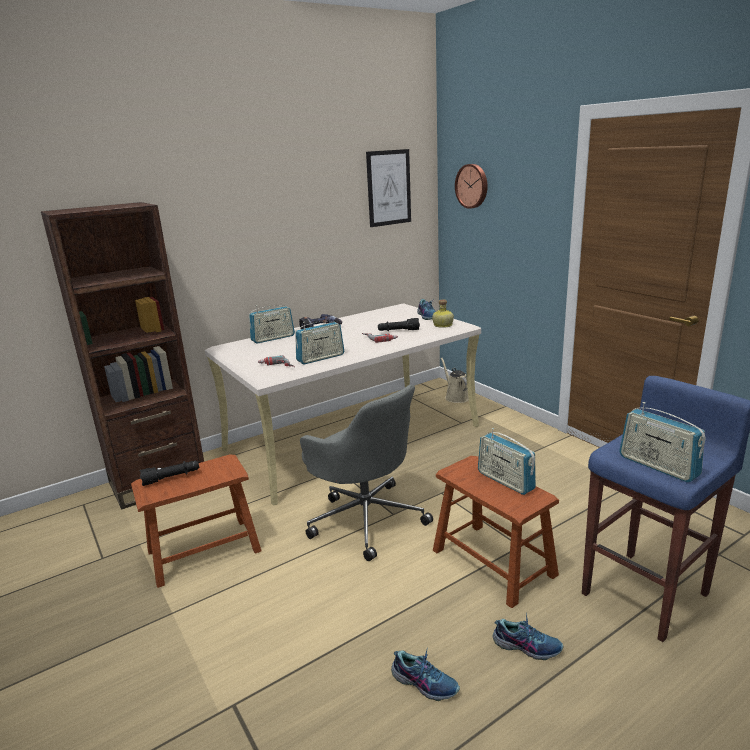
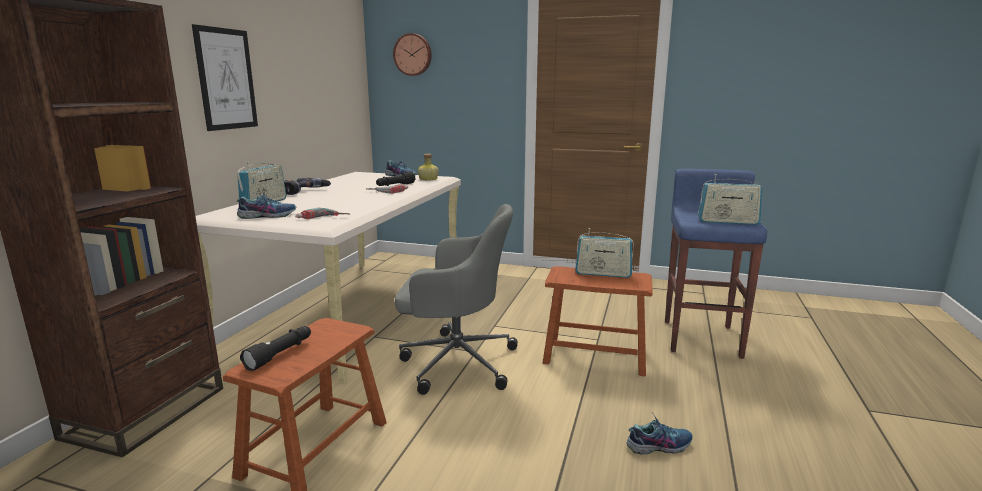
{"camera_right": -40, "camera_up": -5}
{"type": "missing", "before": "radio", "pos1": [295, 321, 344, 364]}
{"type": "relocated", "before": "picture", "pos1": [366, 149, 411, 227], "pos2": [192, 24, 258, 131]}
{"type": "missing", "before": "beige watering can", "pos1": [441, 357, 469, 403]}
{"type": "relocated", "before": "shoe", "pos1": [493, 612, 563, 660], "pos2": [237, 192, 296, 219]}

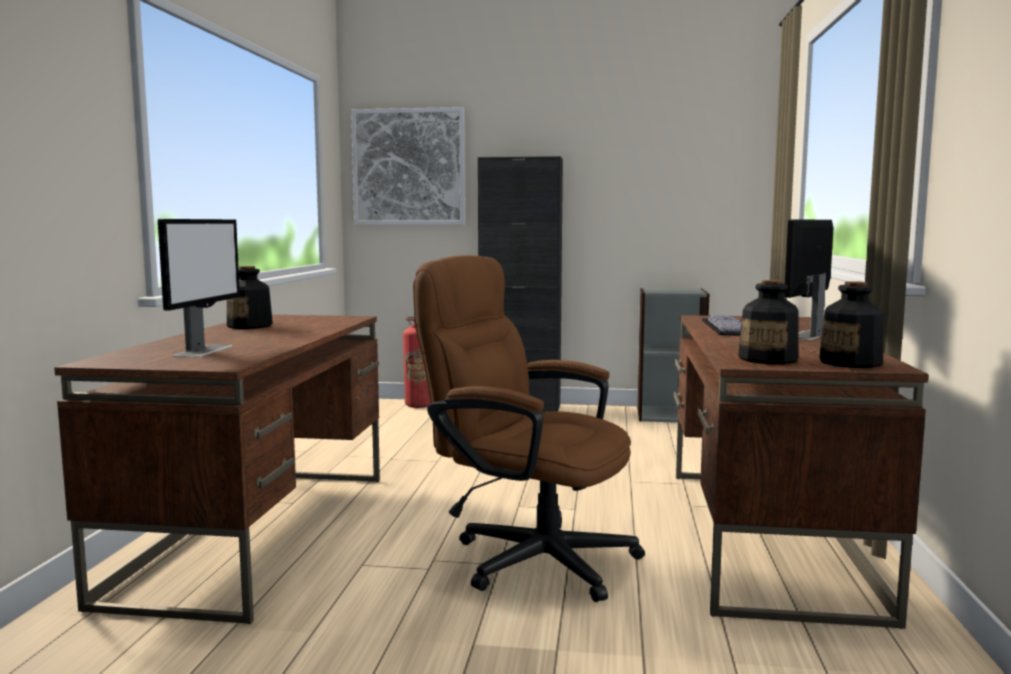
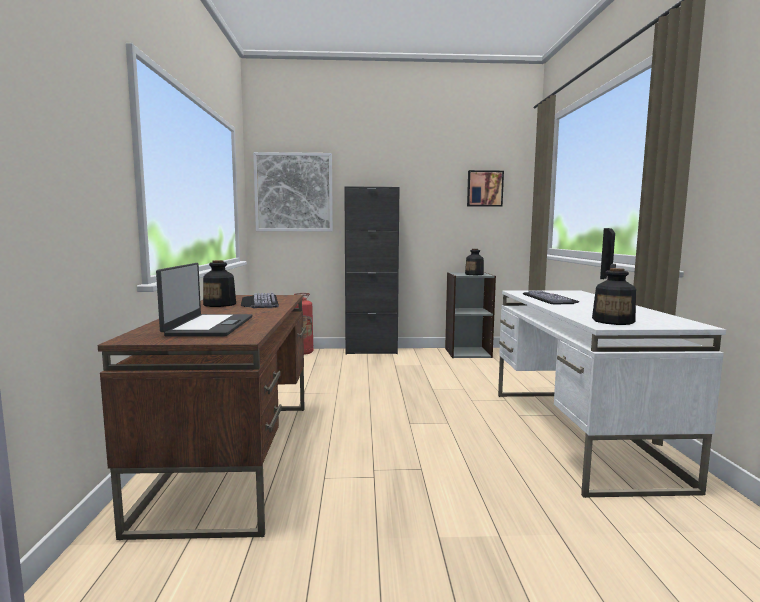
{"camera_right": -10, "camera_up": 0}
{"type": "exchanged", "before": "monitor", "after": "laptop", "pos1": [158, 219, 240, 358], "pos2": [156, 263, 252, 336]}
{"type": "missing", "before": "brown office chair", "pos1": [413, 255, 645, 602]}
{"type": "colour", "before": "brown desk", "after": "white desk", "pos1": [674, 315, 929, 629], "pos2": [498, 291, 726, 498]}
{"type": "relocated", "before": "bottle", "pos1": [819, 281, 884, 368], "pos2": [465, 249, 484, 275]}
{"type": "appeared", "after": "keyboard", "pos2": [241, 293, 279, 308]}
{"type": "appeared", "after": "picture", "pos2": [467, 170, 504, 207]}

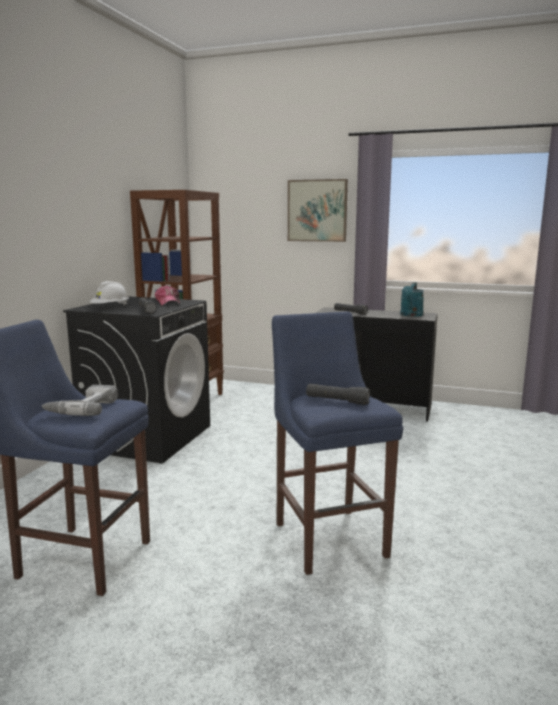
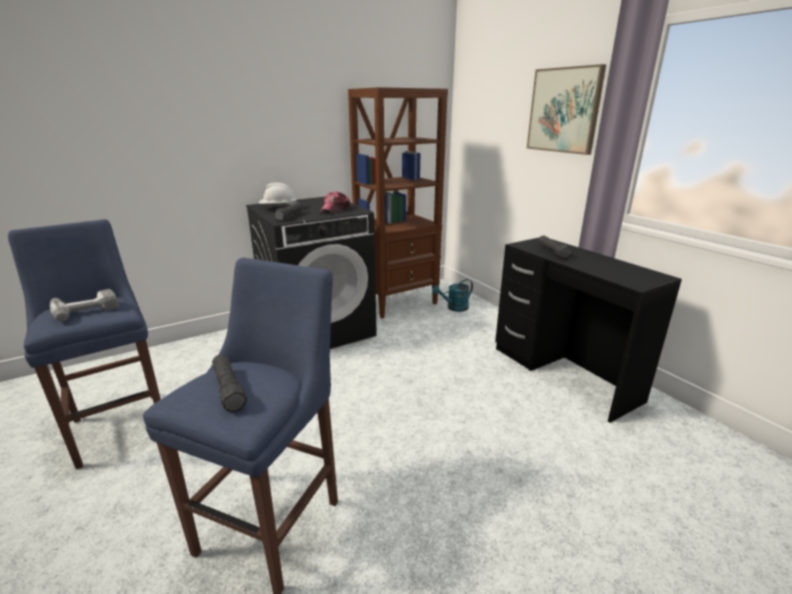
{"camera_right": 40, "camera_up": 10}
{"type": "relocated", "before": "turquoise watering can", "pos1": [400, 282, 424, 317], "pos2": [432, 279, 473, 312]}

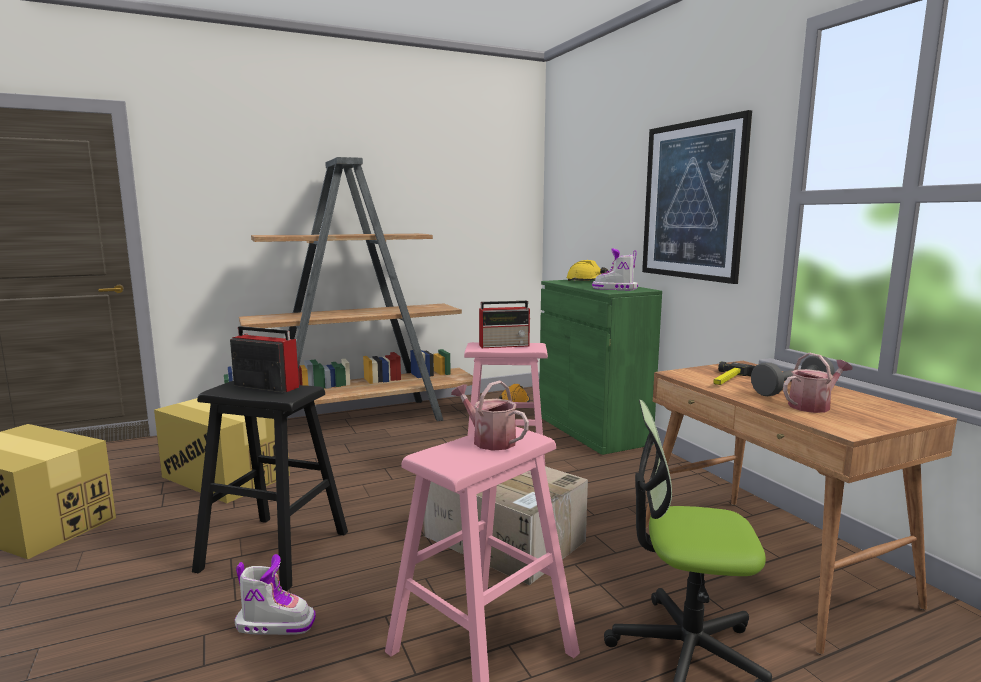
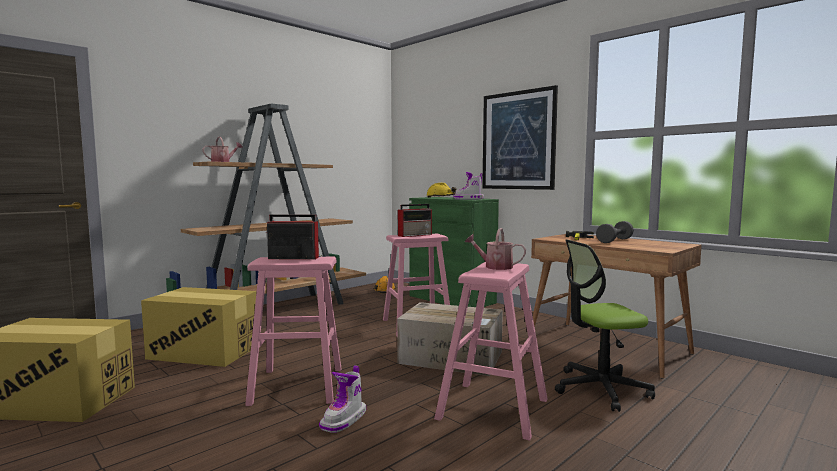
{"camera_right": -20, "camera_up": -5}
{"type": "colour", "before": "black stool", "after": "pink stool", "pos1": [192, 381, 348, 591], "pos2": [245, 256, 342, 406]}
{"type": "spun", "before": "boot", "pos1": [235, 554, 315, 635], "pos2": [319, 365, 366, 433], "turn": 135}
{"type": "relocated", "before": "watering can", "pos1": [783, 353, 852, 413], "pos2": [203, 137, 243, 162]}

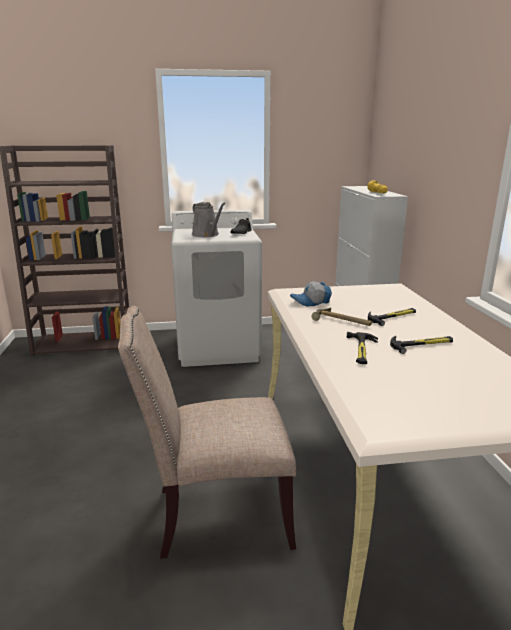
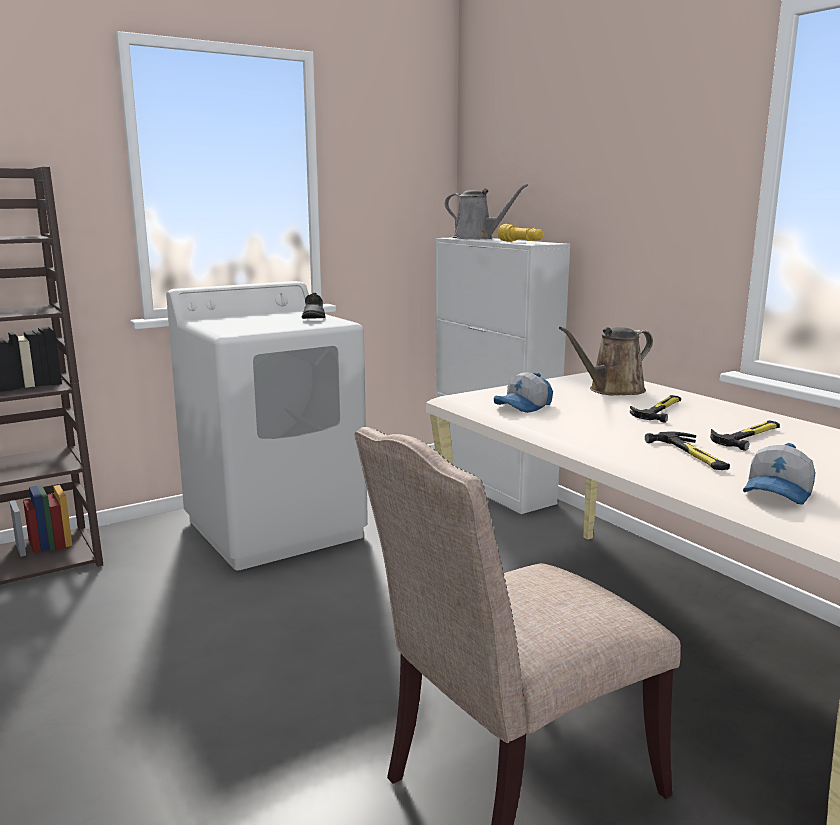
{"camera_right": -25, "camera_up": -5}
{"type": "relocated", "before": "grey watering can", "pos1": [192, 202, 225, 237], "pos2": [445, 184, 528, 239]}
{"type": "missing", "before": "hammer", "pos1": [311, 308, 372, 326]}
{"type": "appeared", "after": "brown watering can", "pos2": [559, 326, 653, 396]}
{"type": "appeared", "after": "cap", "pos2": [743, 443, 815, 505]}

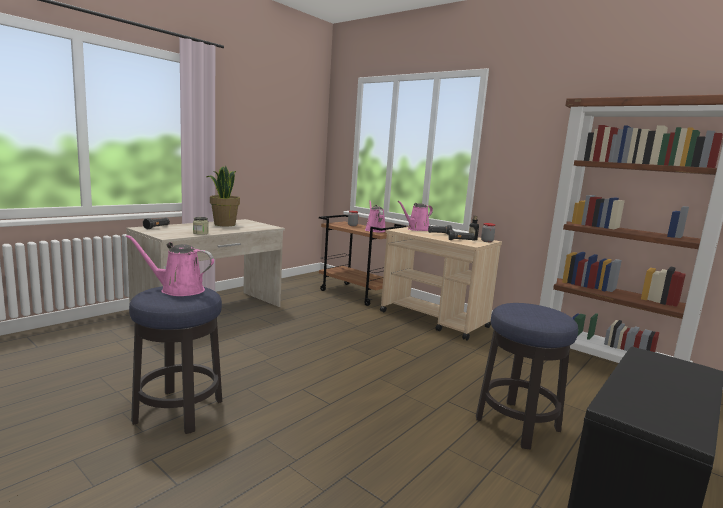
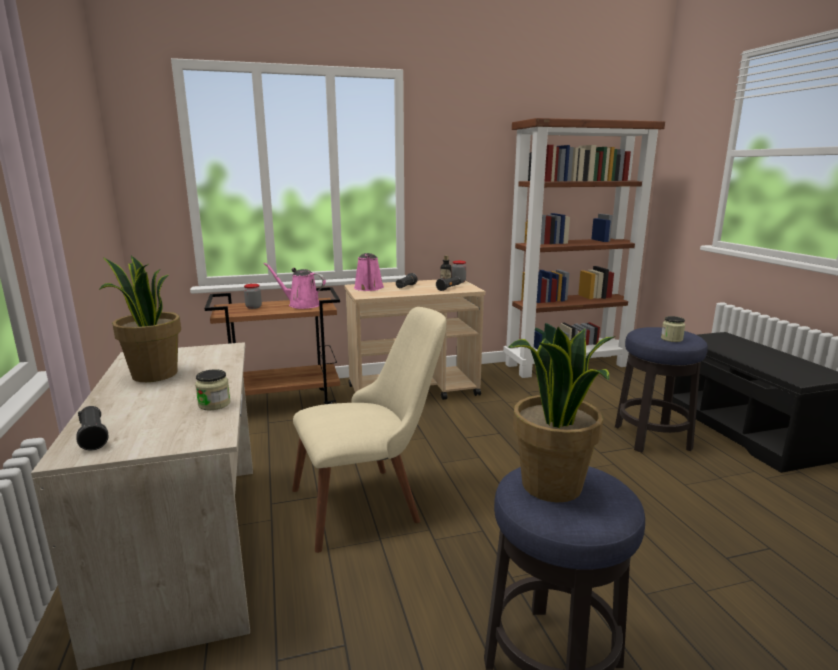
{"camera_right": -55, "camera_up": 5}
{"type": "exchanged", "before": "pink watering can", "after": "potted plant", "pos1": [126, 235, 214, 296], "pos2": [508, 327, 616, 502]}
{"type": "appeared", "after": "beige chair", "pos2": [292, 307, 446, 553]}
{"type": "appeared", "after": "jar", "pos2": [661, 316, 685, 342]}

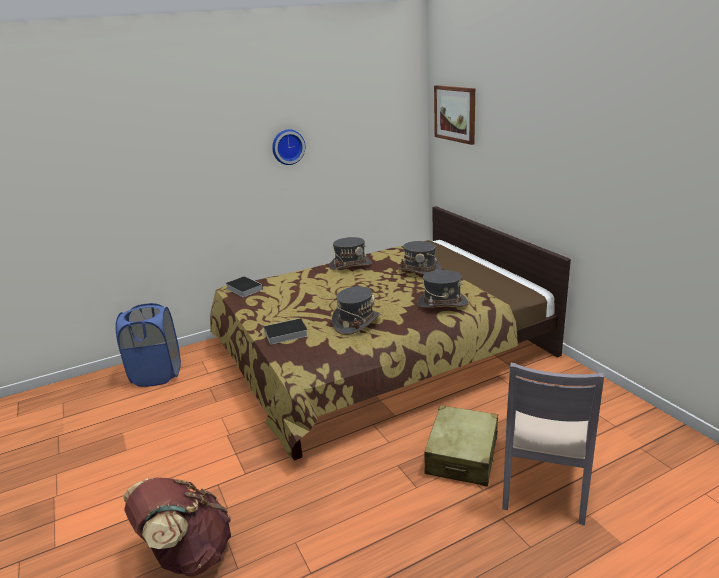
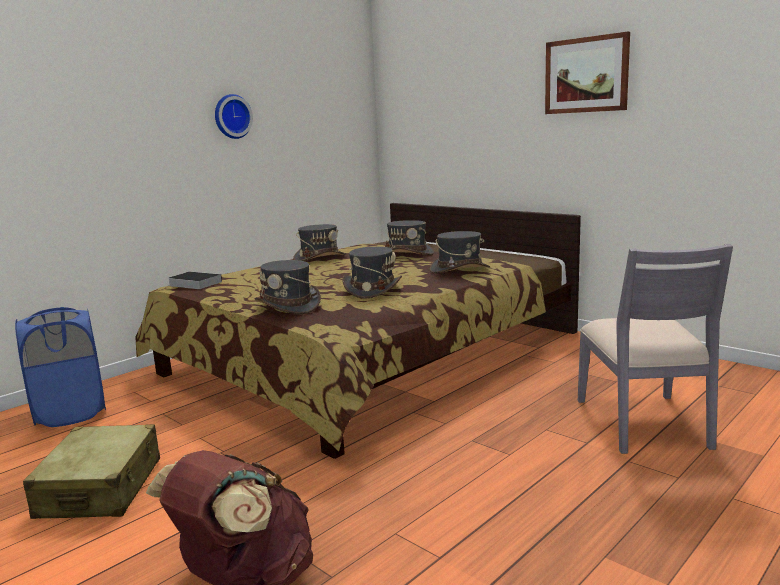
{"camera_right": -20, "camera_up": -10}
{"type": "exchanged", "before": "book", "after": "grey hat", "pos1": [258, 318, 308, 345], "pos2": [255, 260, 321, 314]}
{"type": "relocated", "before": "beige suitcase", "pos1": [424, 405, 498, 487], "pos2": [23, 424, 160, 519]}
{"type": "relocated", "before": "picture", "pos1": [434, 85, 475, 145], "pos2": [545, 31, 630, 114]}

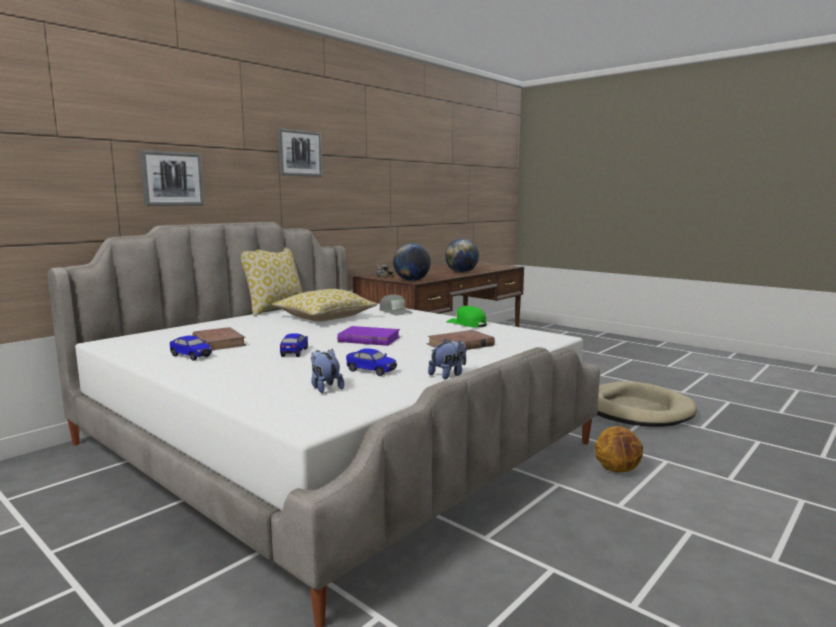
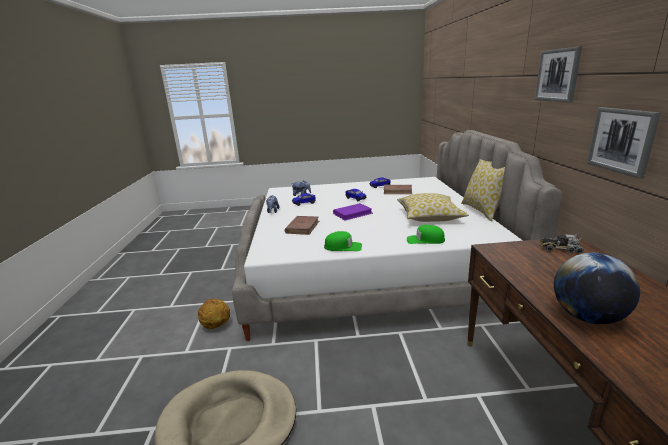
{"camera_right": 135, "camera_up": 10}
{"type": "relocated", "before": "picture", "pos1": [140, 150, 204, 206], "pos2": [587, 107, 661, 179]}
{"type": "colour", "before": "grey cap", "after": "green cap", "pos1": [380, 294, 413, 316], "pos2": [407, 225, 445, 244]}
{"type": "missing", "before": "globe", "pos1": [393, 243, 431, 281]}

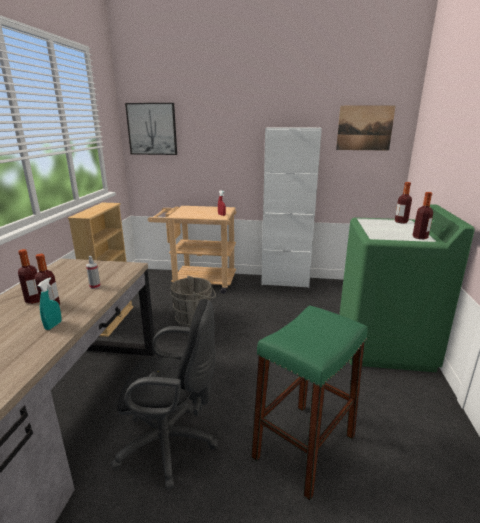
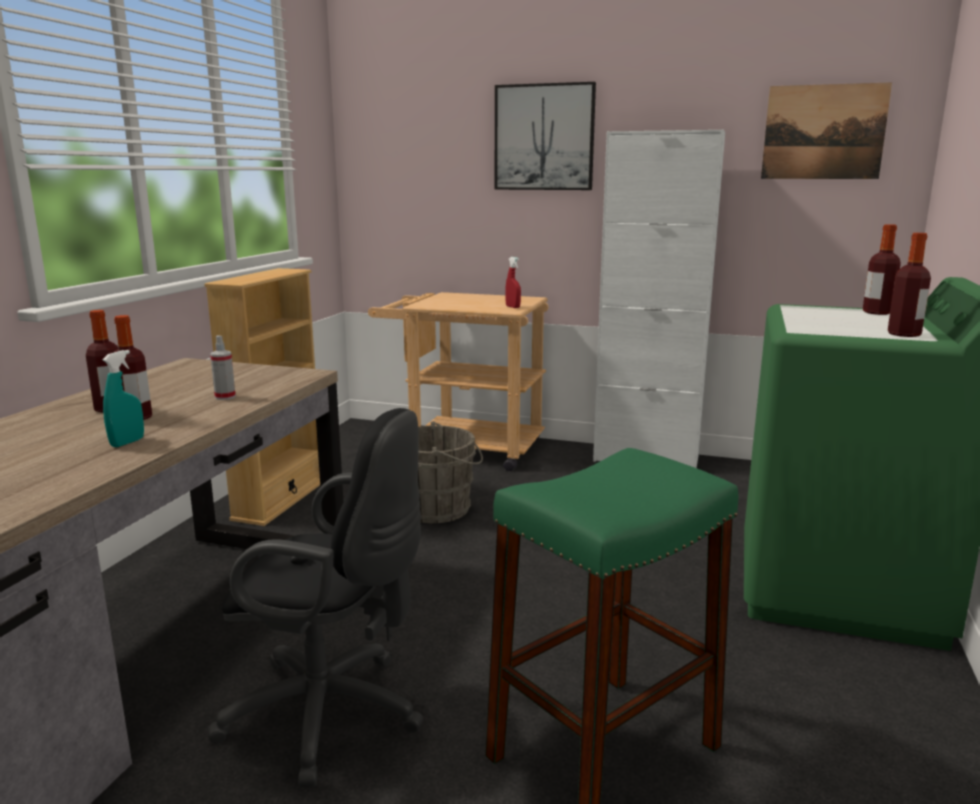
{"camera_right": 10, "camera_up": -5}
{"type": "relocated", "before": "picture", "pos1": [125, 103, 177, 155], "pos2": [495, 82, 596, 190]}

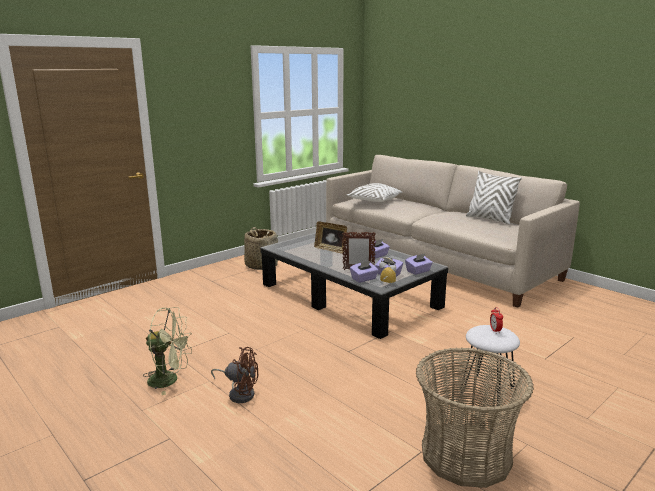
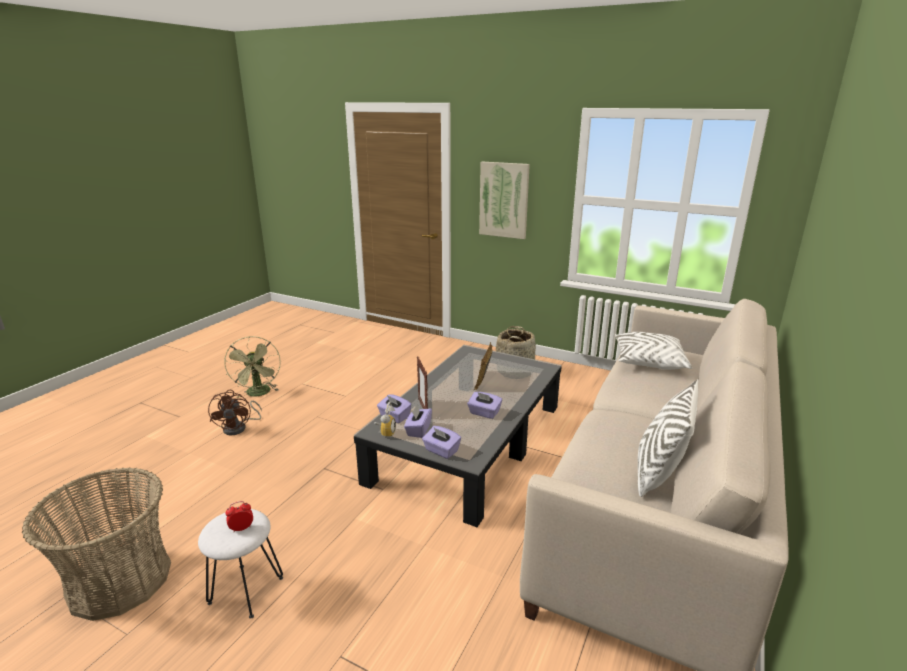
{"camera_right": 70, "camera_up": 5}
{"type": "appeared", "after": "picture", "pos2": [479, 162, 530, 239]}

